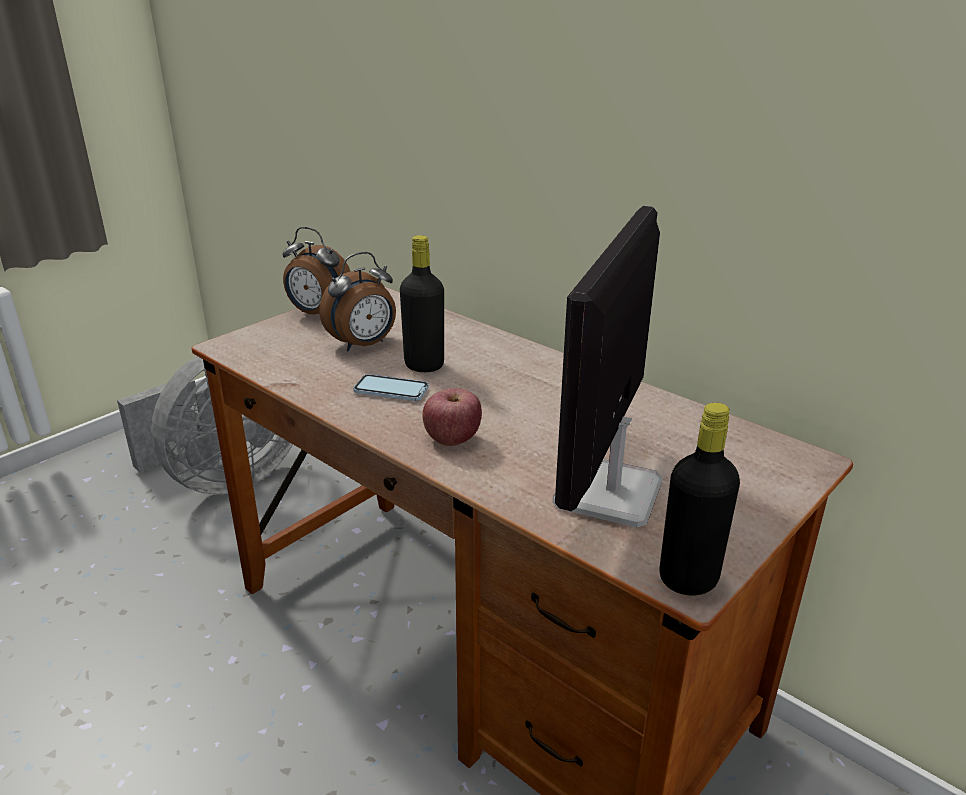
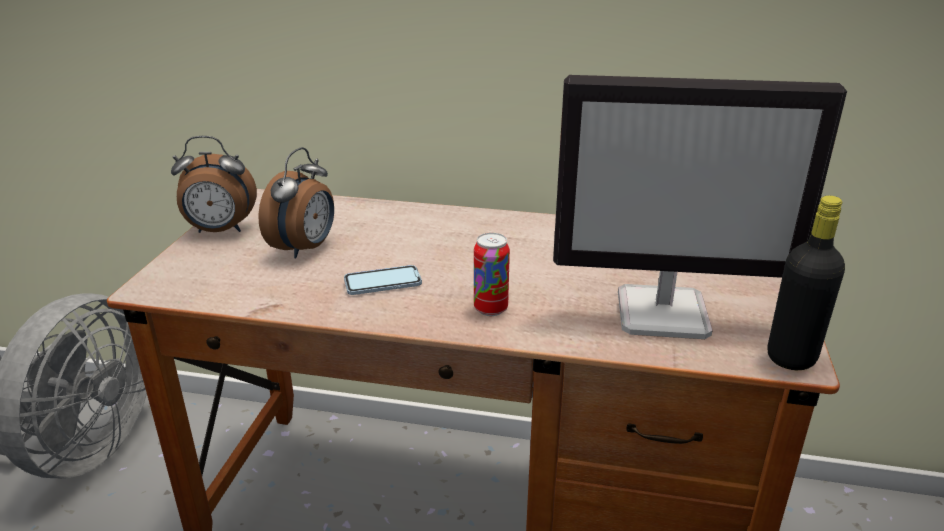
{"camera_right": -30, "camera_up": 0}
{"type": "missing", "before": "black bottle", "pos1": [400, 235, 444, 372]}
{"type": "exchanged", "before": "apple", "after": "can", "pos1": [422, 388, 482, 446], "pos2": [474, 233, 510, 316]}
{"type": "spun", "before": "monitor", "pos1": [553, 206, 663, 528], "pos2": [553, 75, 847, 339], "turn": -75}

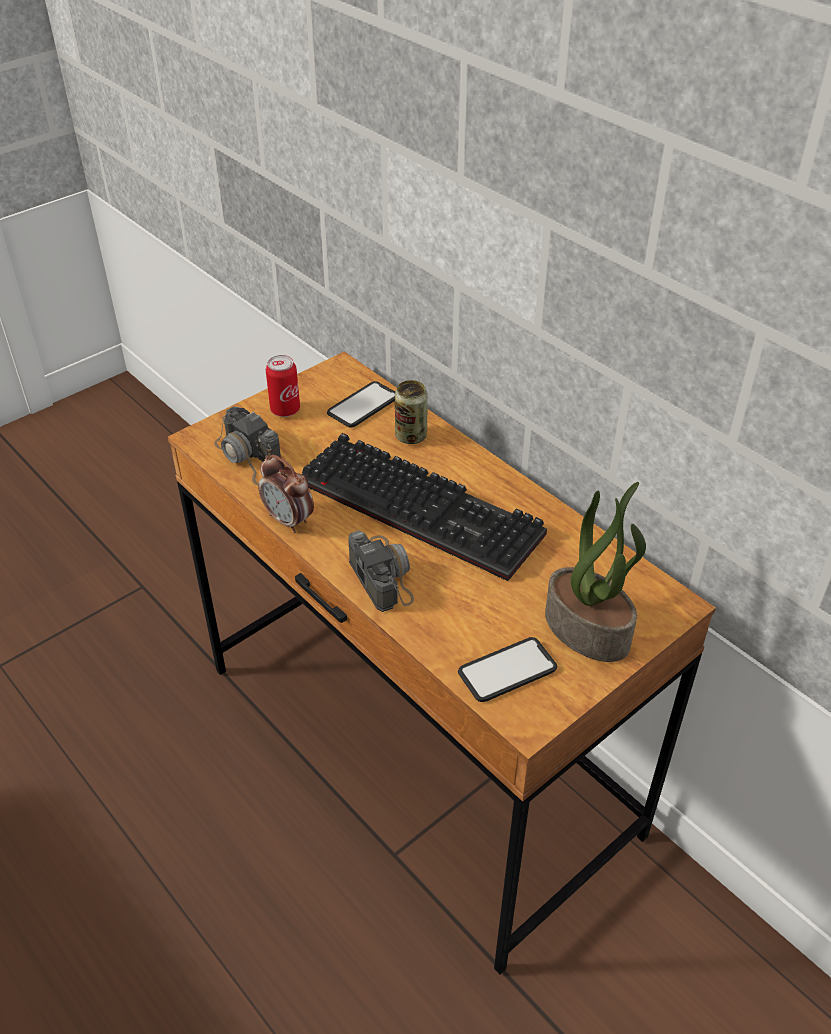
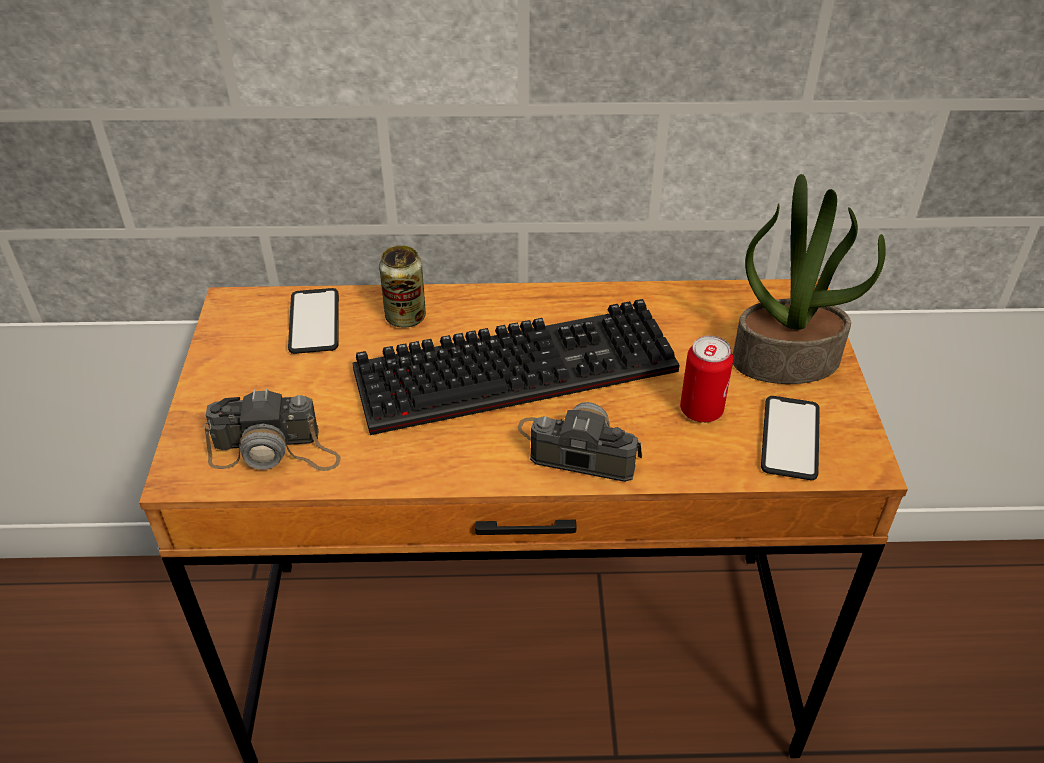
{"camera_right": -50, "camera_up": 0}
{"type": "missing", "before": "alarm clock", "pos1": [258, 455, 314, 533]}
{"type": "relocated", "before": "can", "pos1": [266, 355, 300, 417], "pos2": [680, 336, 733, 423]}

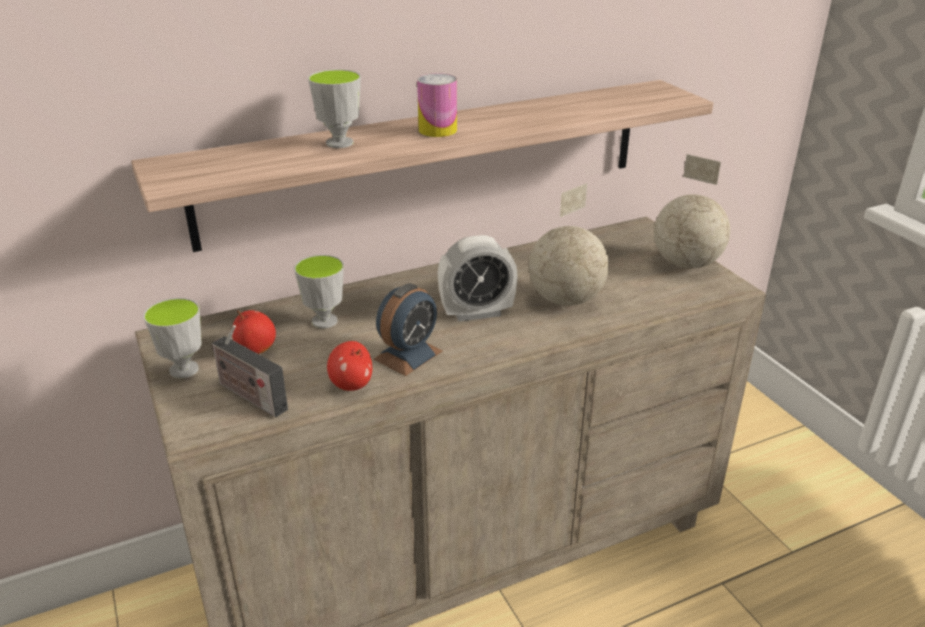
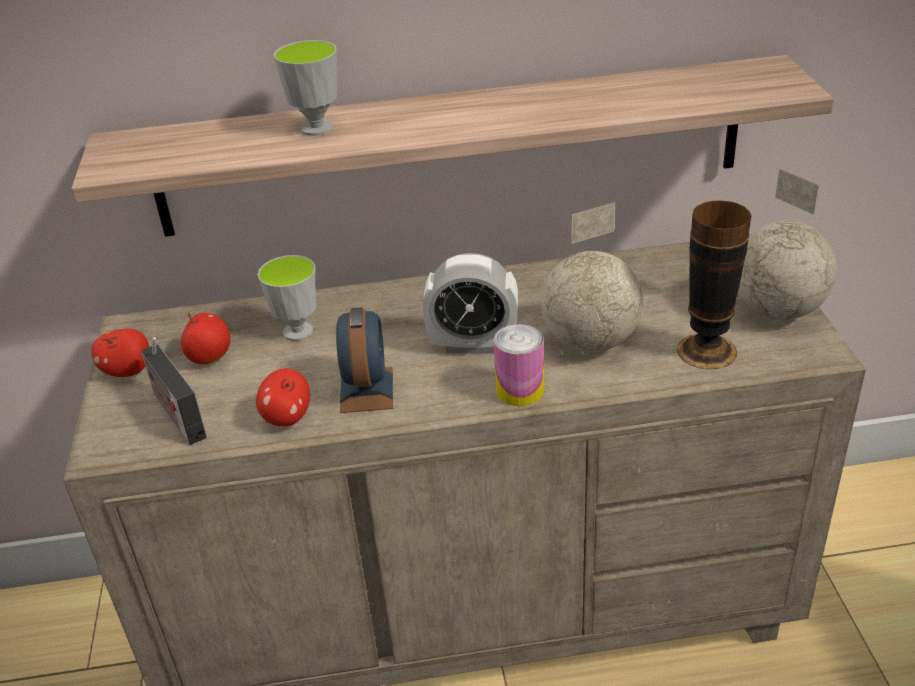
{"camera_right": 20, "camera_up": 5}
{"type": "exchanged", "before": "cup", "after": "apple", "pos1": [143, 298, 202, 378], "pos2": [91, 328, 149, 377]}
{"type": "spun", "before": "alarm clock", "pos1": [373, 283, 443, 376], "pos2": [336, 307, 393, 413], "turn": -60}
{"type": "relocated", "before": "can", "pos1": [417, 73, 457, 137], "pos2": [494, 324, 544, 406]}
{"type": "appeared", "after": "vase", "pos2": [677, 200, 751, 370]}

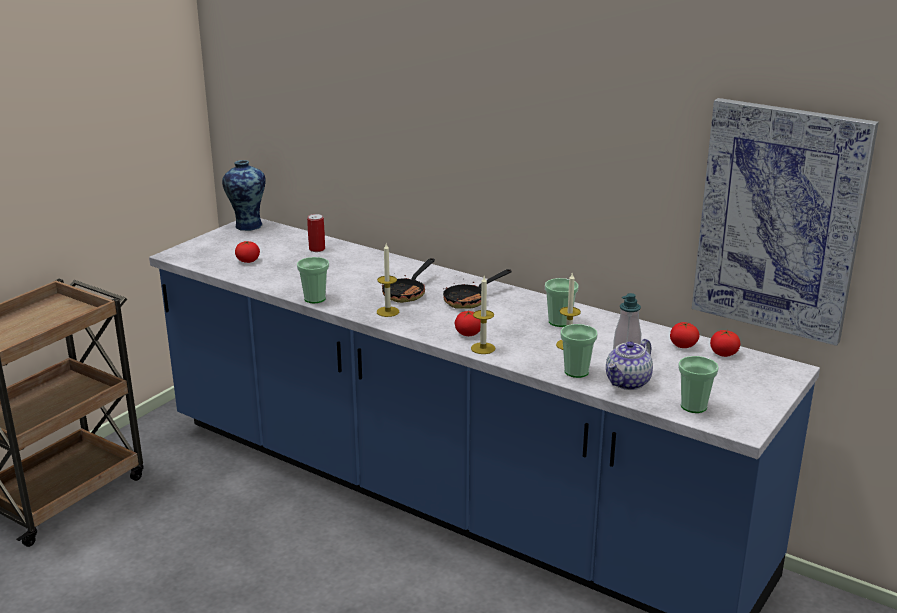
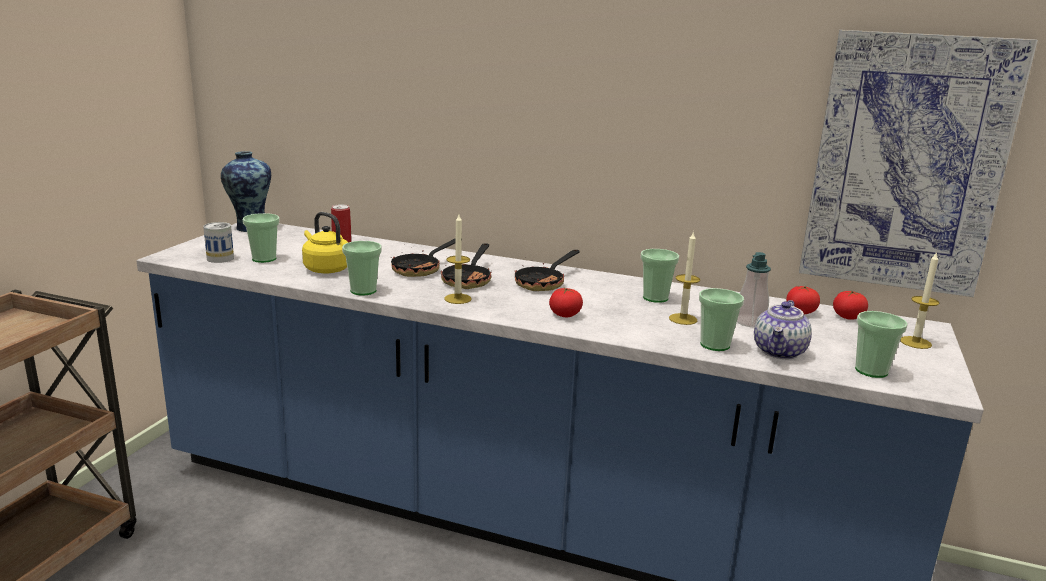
{"camera_right": -15, "camera_up": -5}
{"type": "exchanged", "before": "tomato", "after": "cup", "pos1": [235, 241, 260, 263], "pos2": [243, 213, 280, 263]}
{"type": "relocated", "before": "candle", "pos1": [471, 276, 495, 354], "pos2": [900, 251, 939, 349]}
{"type": "appeared", "after": "can", "pos2": [203, 222, 234, 263]}
{"type": "appeared", "after": "yellow kettle", "pos2": [302, 212, 348, 273]}
{"type": "appeared", "after": "frying pan", "pos2": [391, 238, 456, 277]}

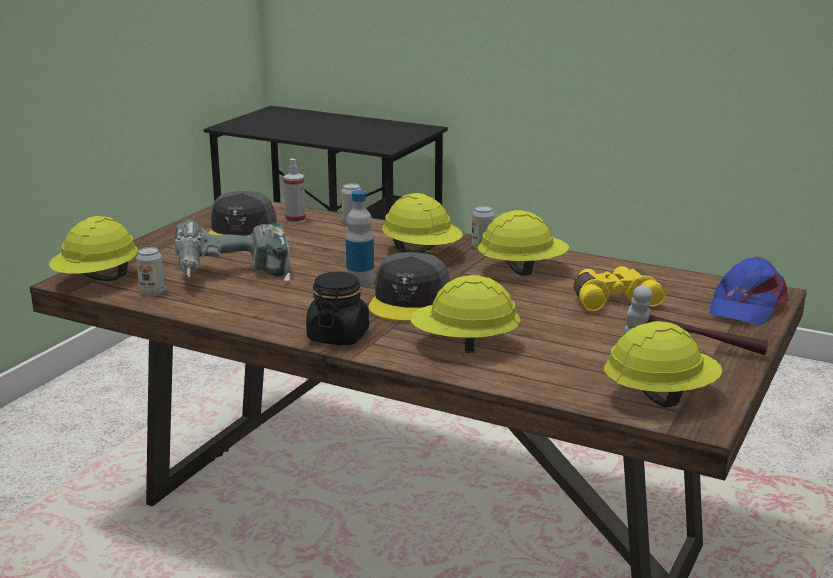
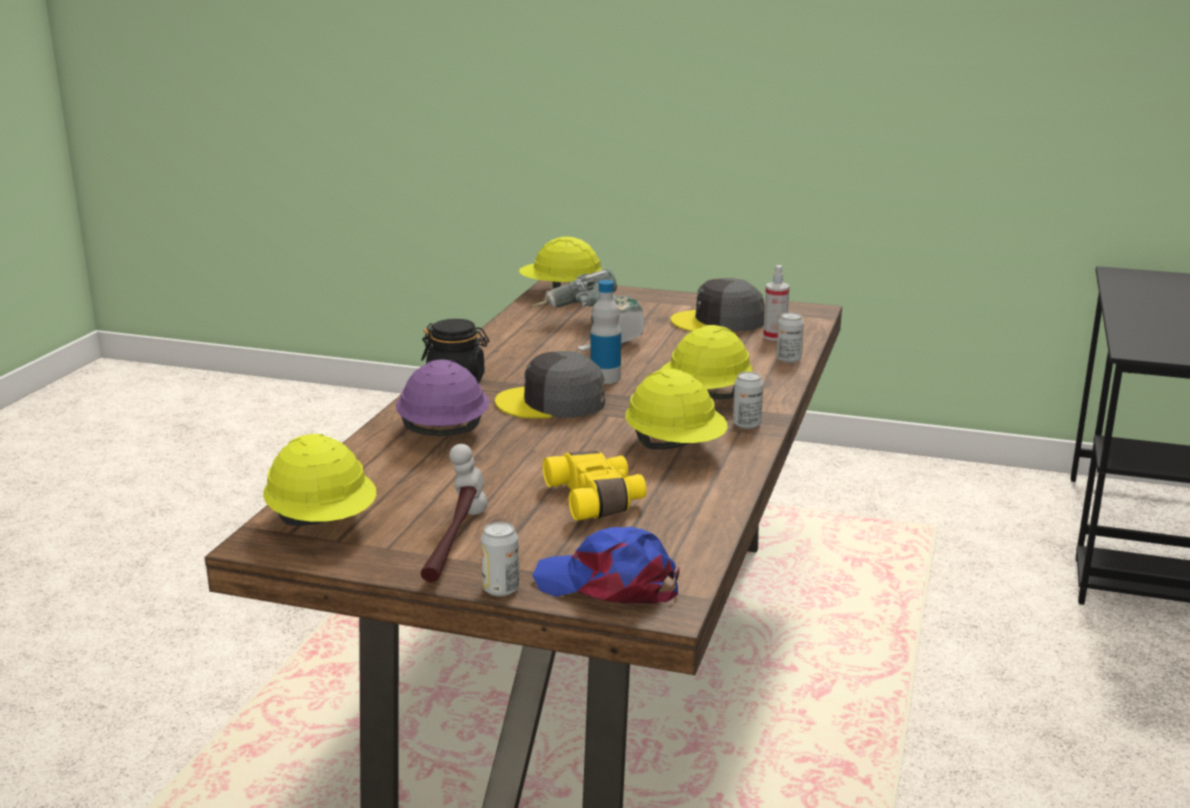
{"camera_right": 80, "camera_up": 0}
{"type": "relocated", "before": "can", "pos1": [136, 247, 165, 296], "pos2": [481, 522, 519, 597]}
{"type": "colour", "before": "yellow hard hat", "after": "purple hard hat", "pos1": [410, 275, 521, 353], "pos2": [396, 360, 489, 436]}

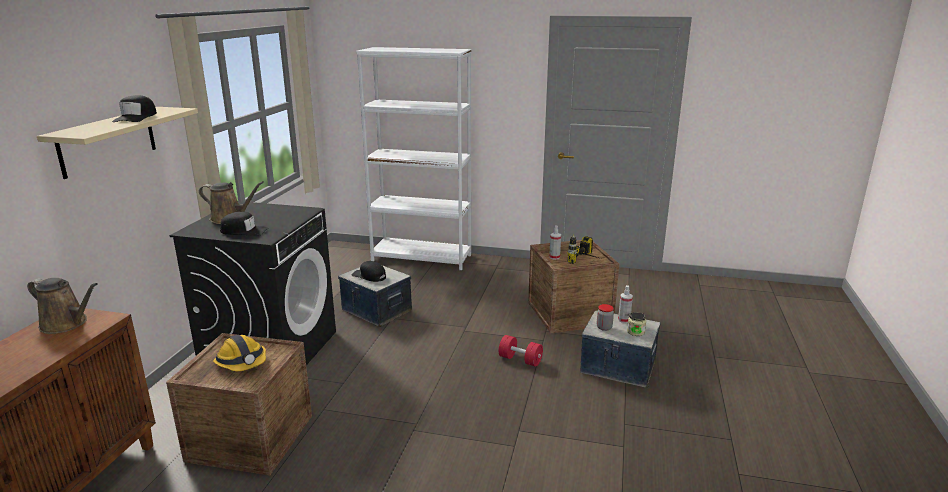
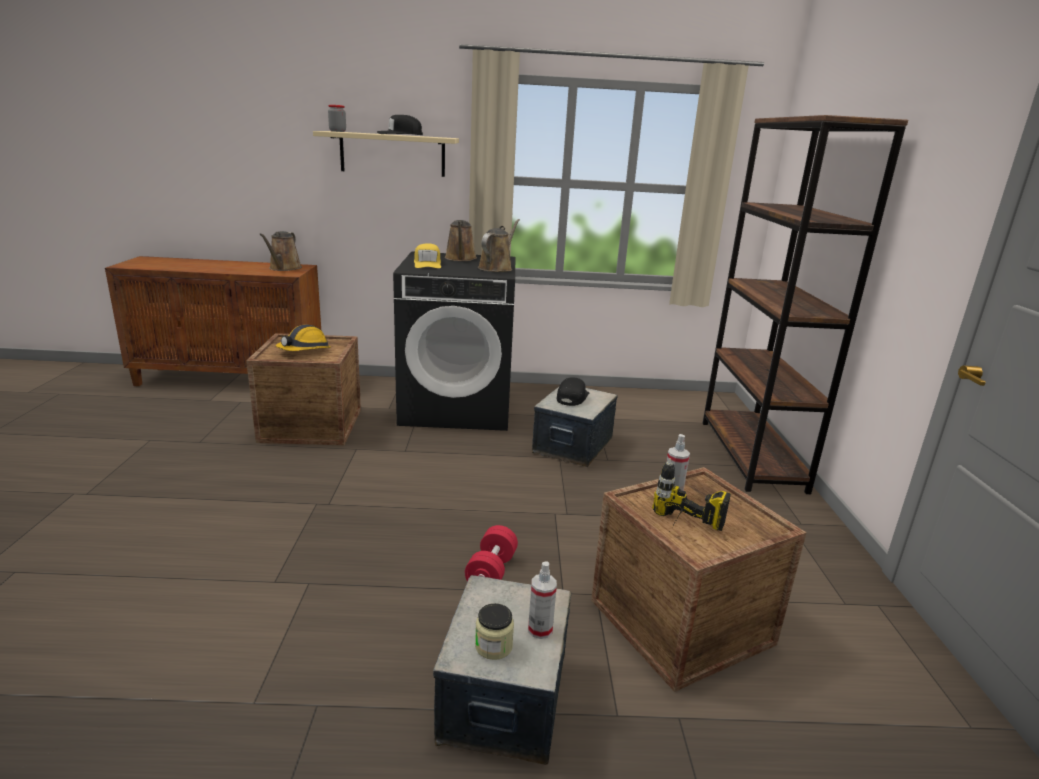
{"camera_right": 75, "camera_up": 0}
{"type": "colour", "before": "black cap", "after": "yellow cap", "pos1": [220, 212, 269, 236], "pos2": [414, 243, 441, 268]}
{"type": "colour", "before": "white bookcase", "after": "brown bookcase", "pos1": [356, 47, 471, 270], "pos2": [703, 115, 908, 494]}
{"type": "relocated", "before": "jar", "pos1": [597, 304, 614, 331], "pos2": [328, 105, 346, 132]}
{"type": "appeared", "after": "brown watering can", "pos2": [478, 219, 520, 272]}

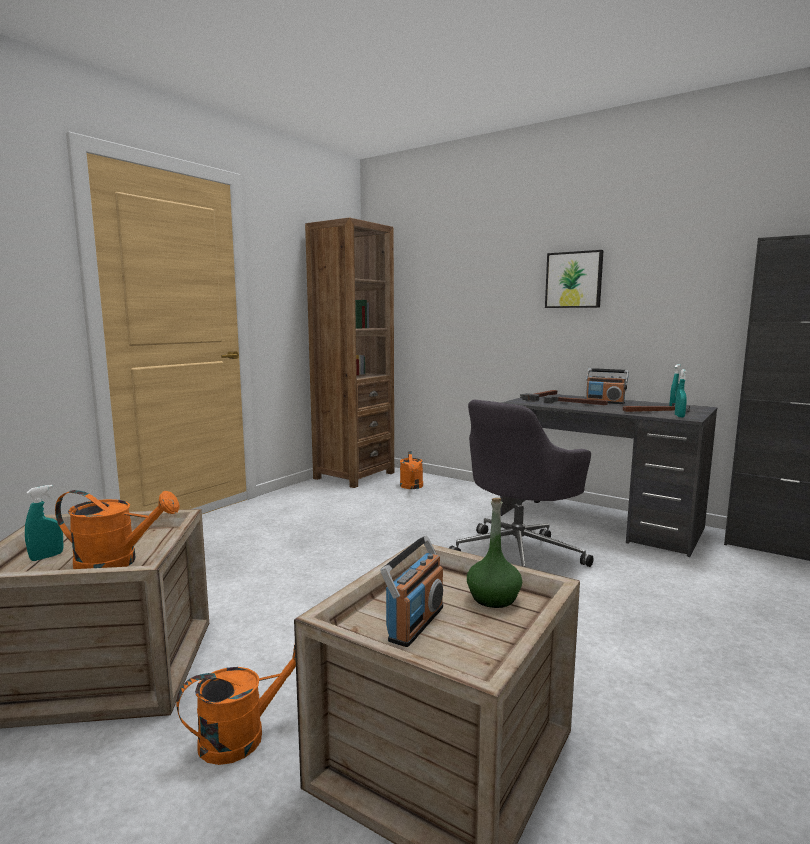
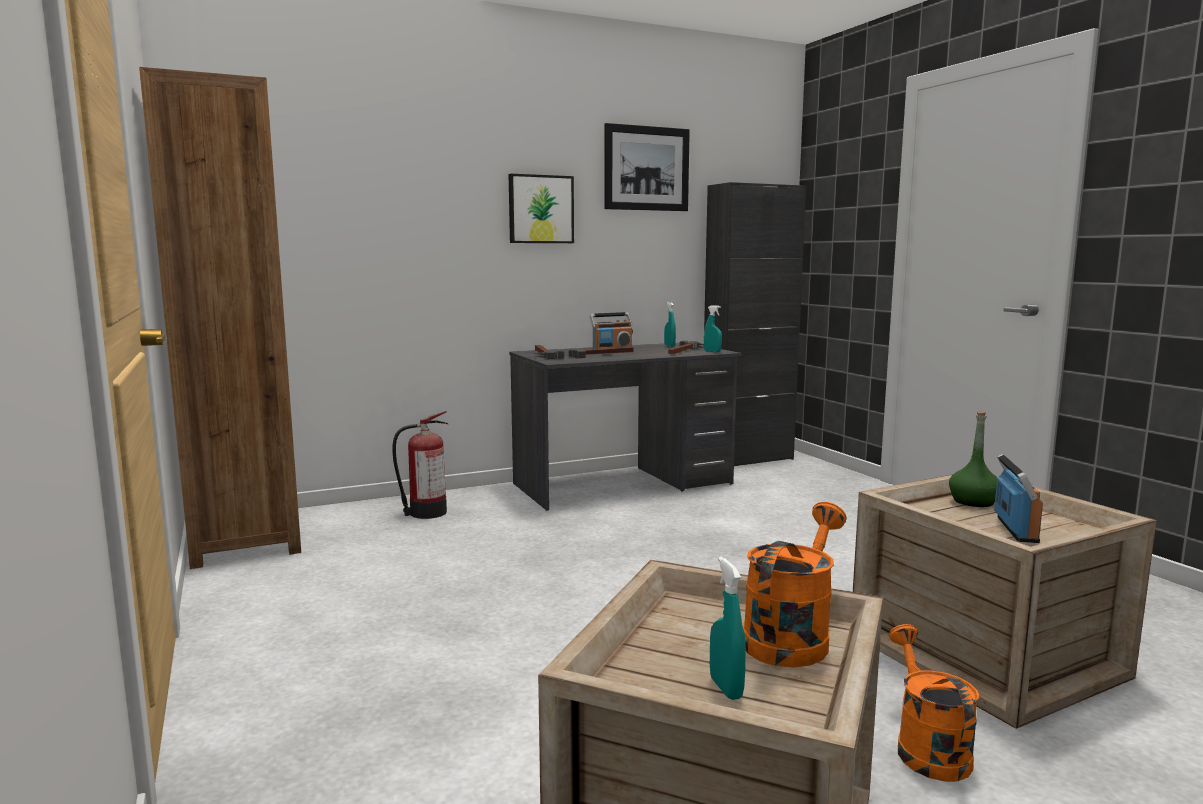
{"camera_right": -60, "camera_up": 0}
{"type": "spun", "before": "radio", "pos1": [380, 536, 443, 647], "pos2": [994, 454, 1043, 543], "turn": 45}
{"type": "missing", "before": "orange watering can", "pos1": [400, 451, 423, 489]}
{"type": "missing", "before": "grey office chair", "pos1": [449, 400, 594, 567]}
{"type": "appeared", "after": "fire extinguisher", "pos2": [393, 411, 448, 519]}
{"type": "appeared", "after": "picture", "pos2": [604, 123, 690, 211]}

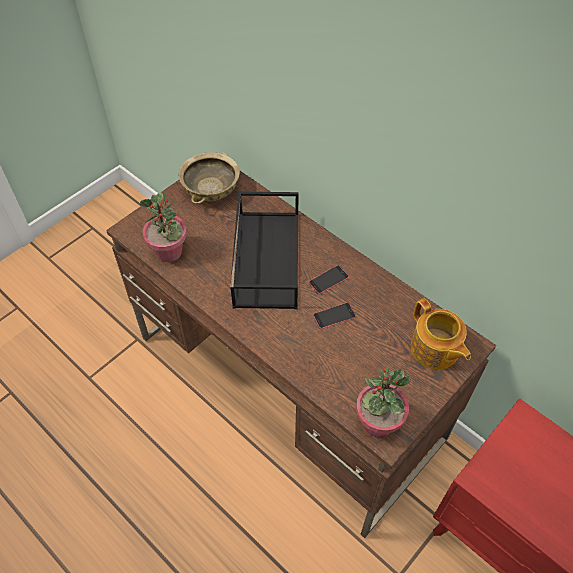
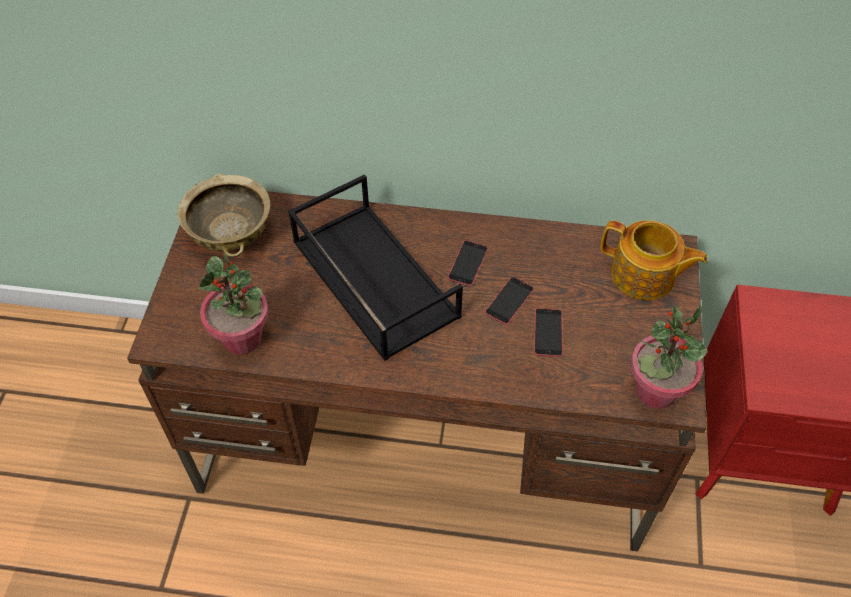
{"camera_right": -35, "camera_up": 0}
{"type": "appeared", "after": "phone", "pos2": [534, 308, 563, 357]}

